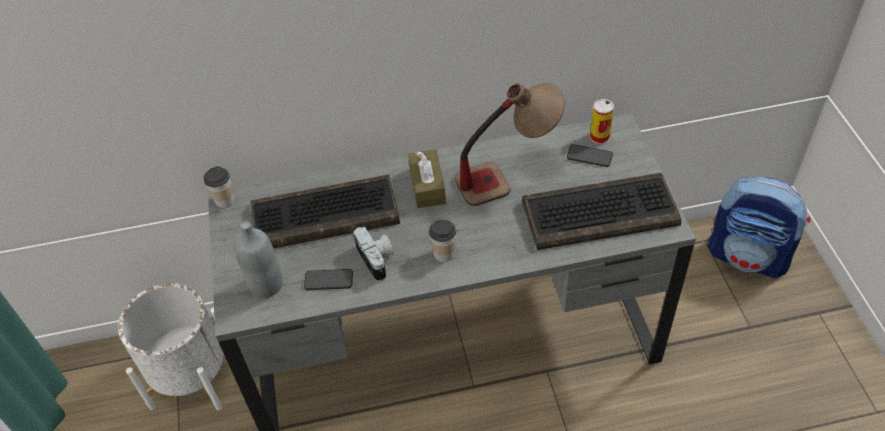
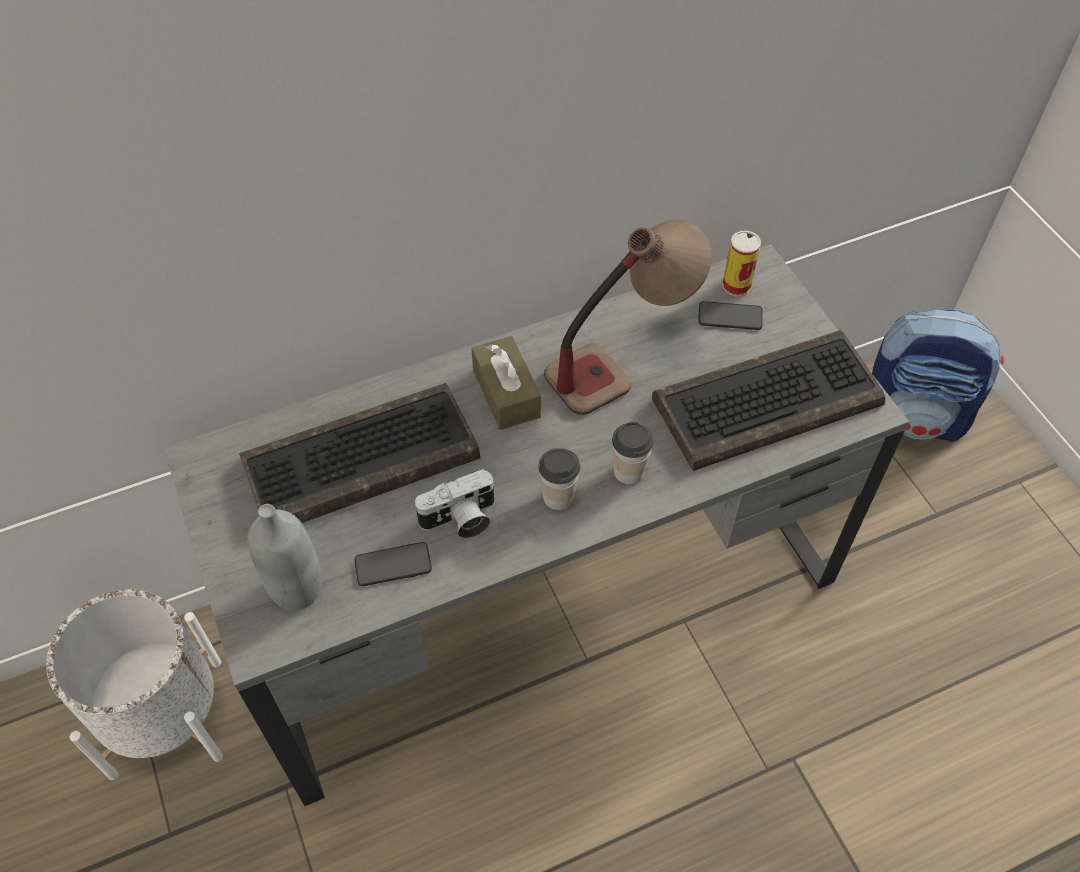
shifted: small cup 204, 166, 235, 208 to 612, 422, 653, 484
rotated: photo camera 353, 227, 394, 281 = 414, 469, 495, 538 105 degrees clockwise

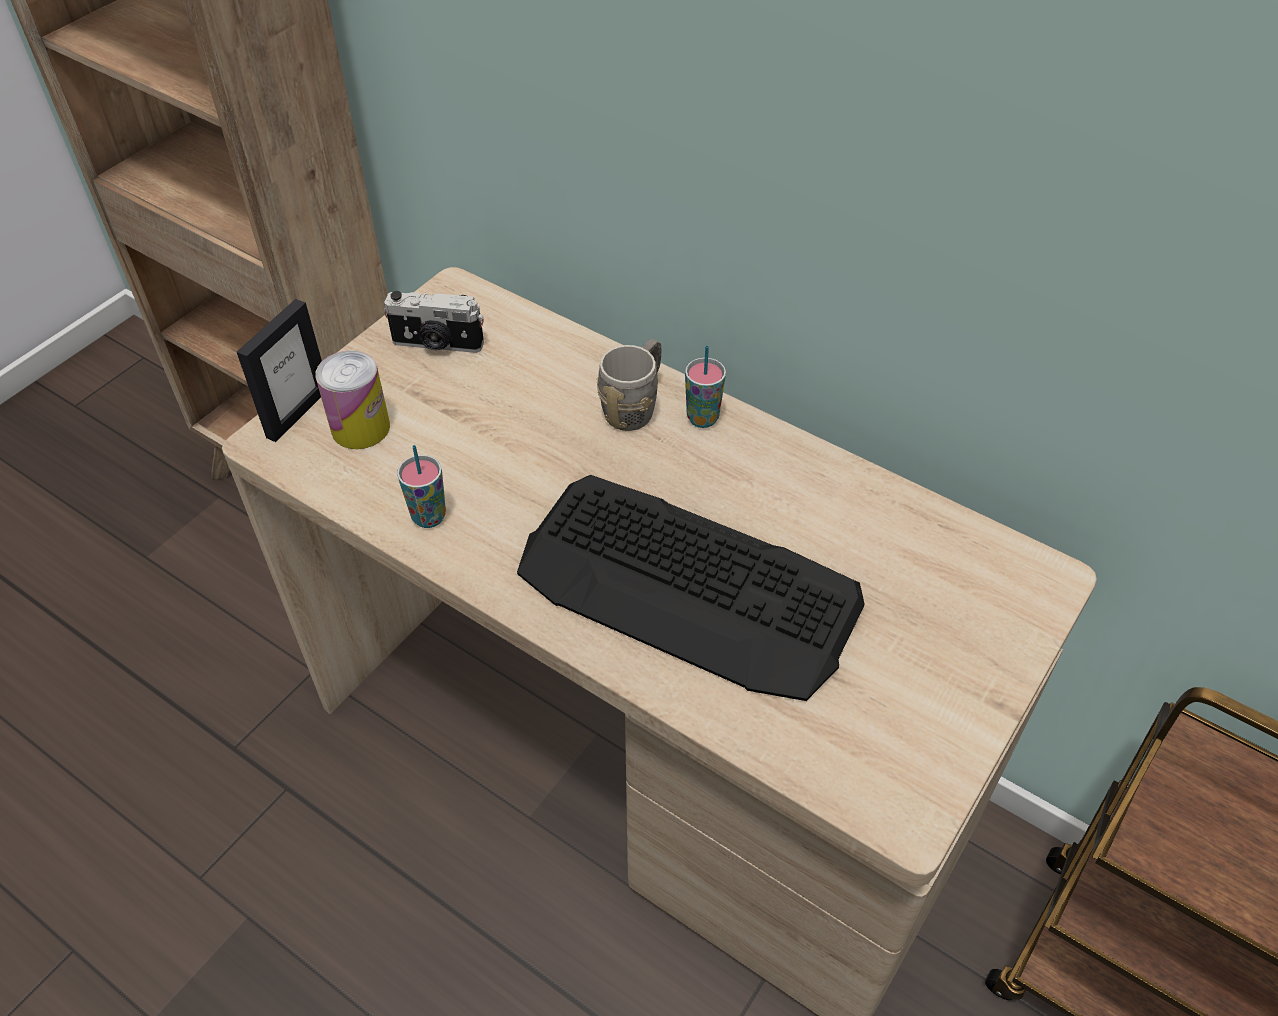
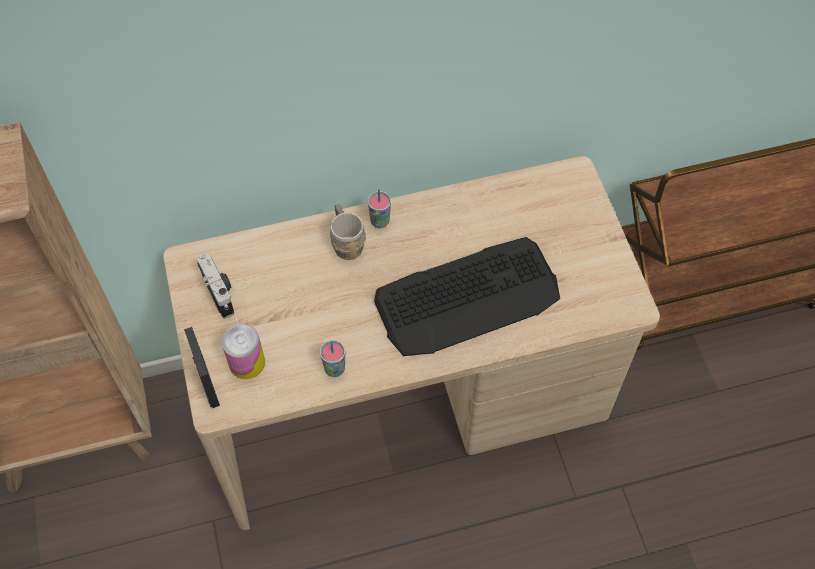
rotated: photo camera 384, 291, 484, 353 = 197, 254, 234, 319 75 degrees counterclockwise

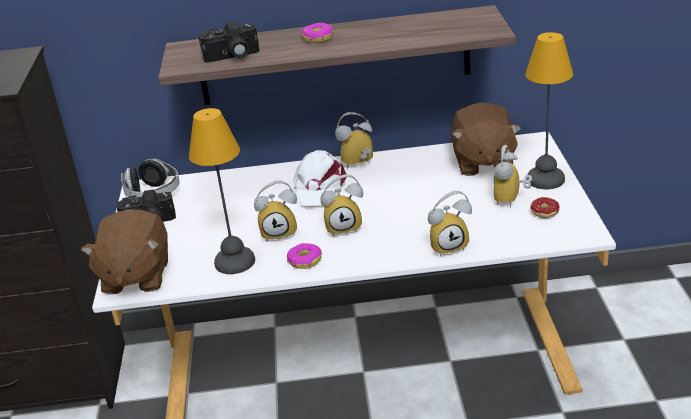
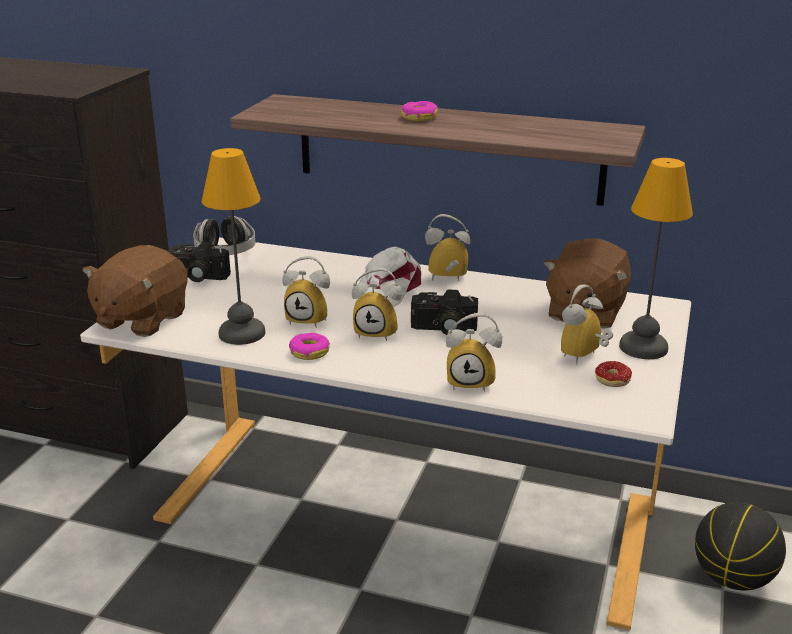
new: ball for basketball 695, 502, 786, 590
shifted: photo camera 198, 21, 259, 62 to 411, 289, 478, 335

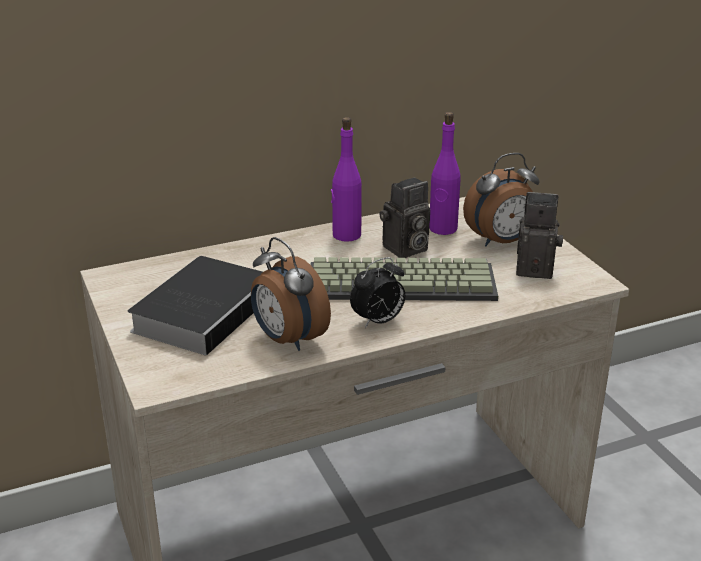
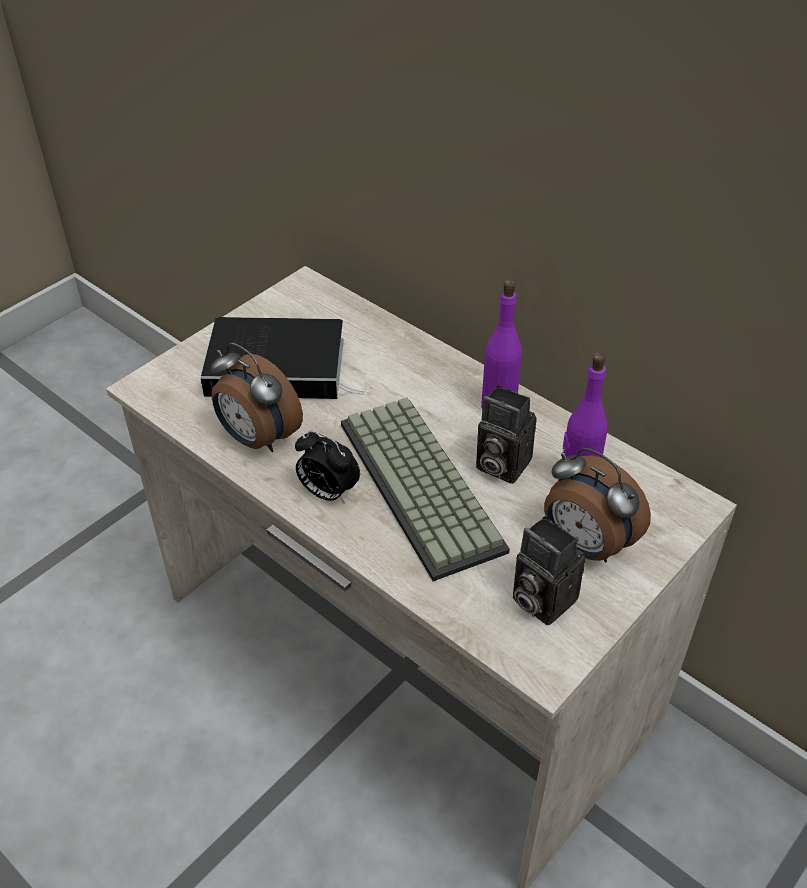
rotated: alarm clock 251, 237, 331, 351 = 211, 343, 303, 452 75 degrees counterclockwise; photo camera 516, 192, 563, 279 = 513, 516, 585, 625 150 degrees clockwise

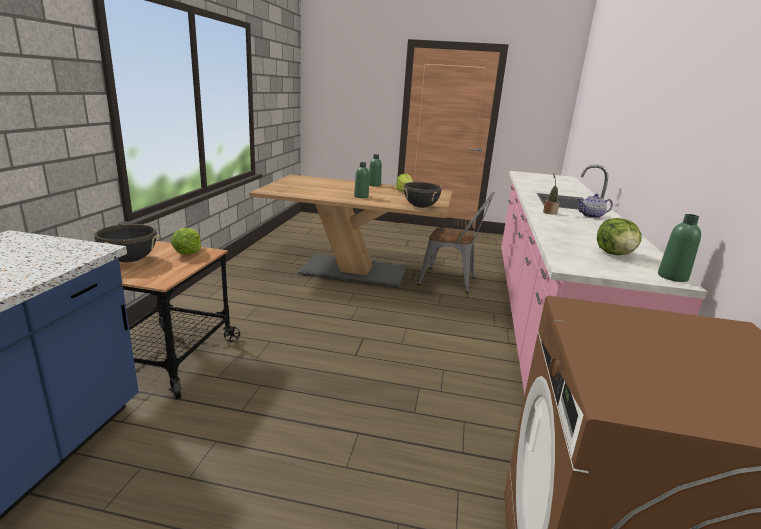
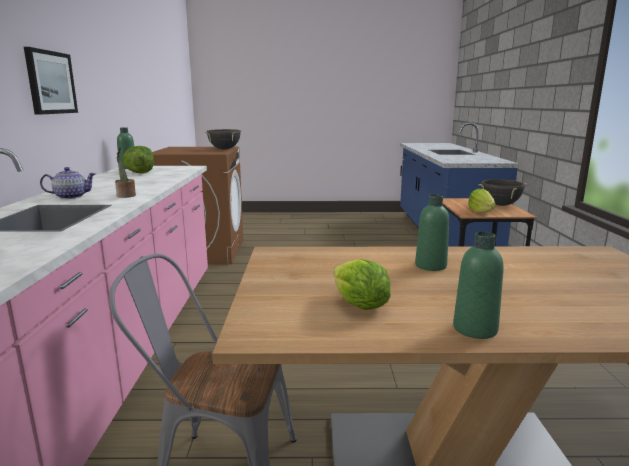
new: picture 24, 47, 78, 115
shifted: black-coloured cooking pot 402, 182, 442, 208 to 205, 129, 242, 150

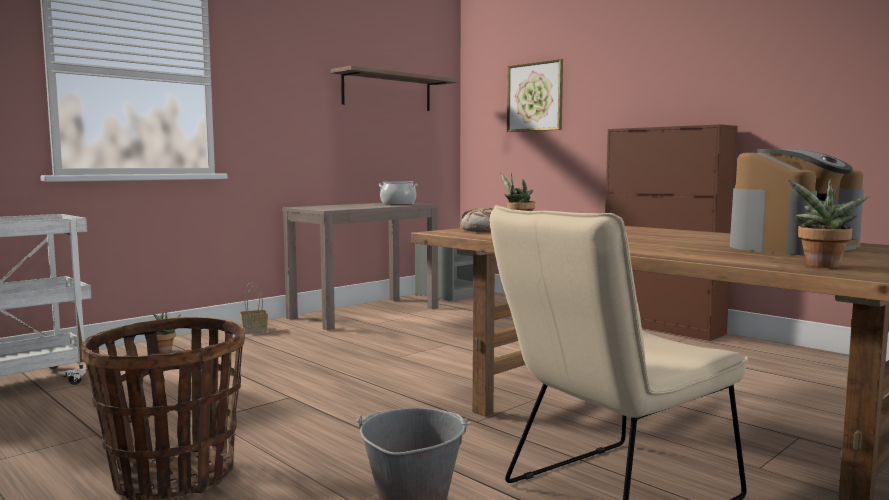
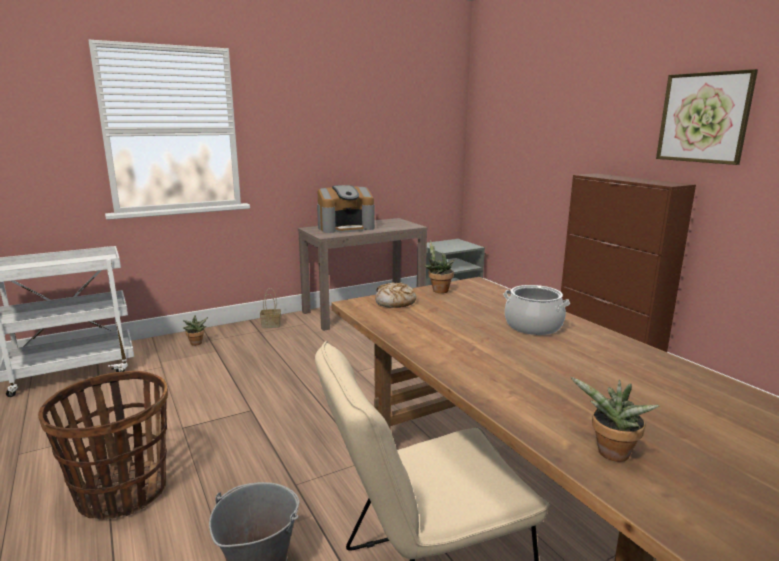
gone: wall shelf 331, 66, 458, 111
shifted: cooking pot 379, 181, 418, 205 to 503, 285, 570, 335; picture 507, 59, 563, 132 to 656, 69, 758, 165; coffee maker 730, 149, 864, 255 to 317, 185, 375, 233

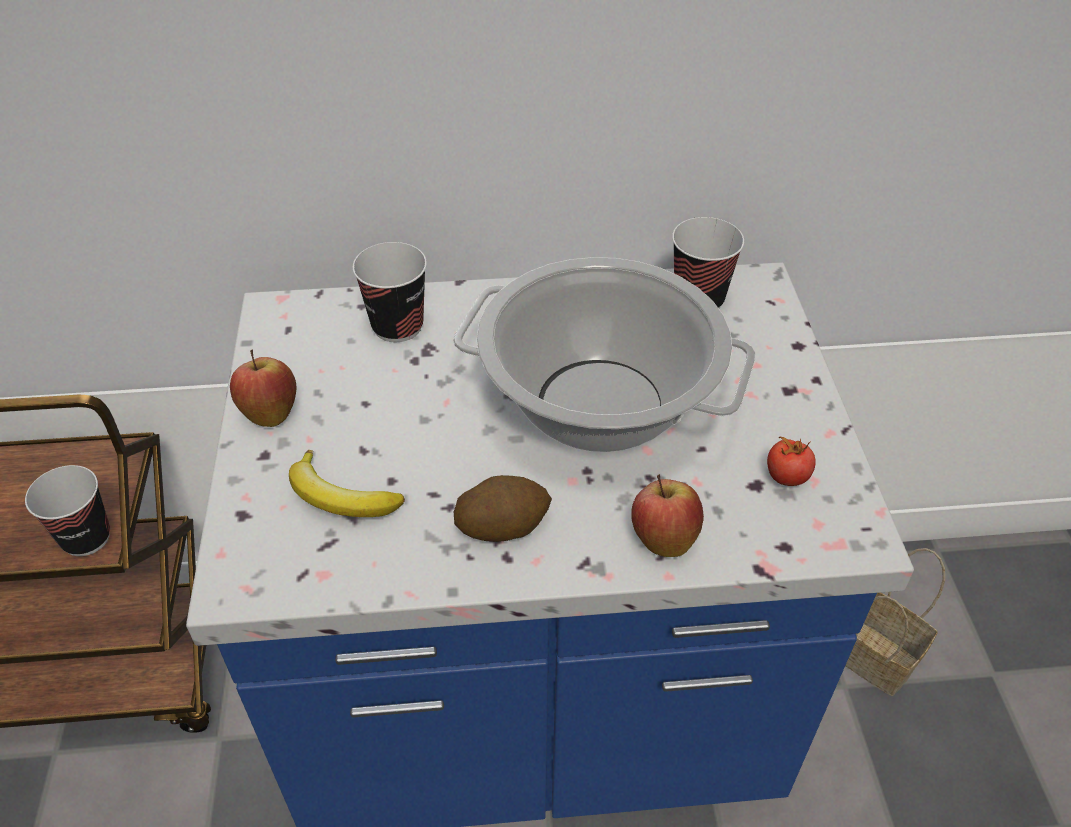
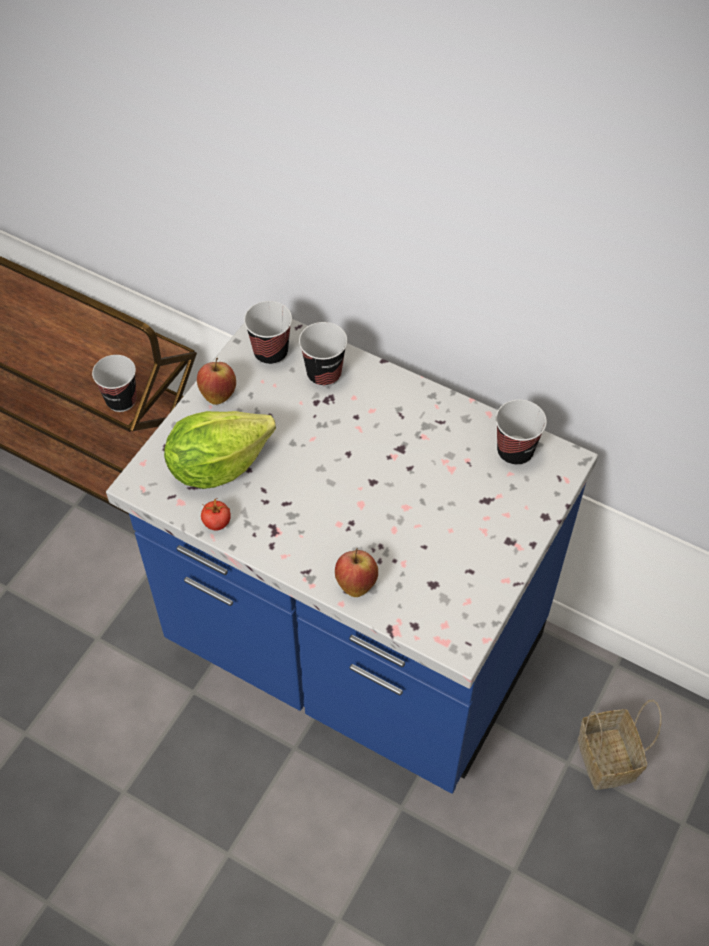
gone: cooking pot 453, 257, 755, 452; potato 454, 475, 552, 542
new: small cup 244, 301, 292, 365
shifted: whole tomato 767, 437, 816, 486 to 201, 498, 231, 531
swapped: whole banana 289, 450, 405, 517 to lettuce head 164, 411, 276, 489

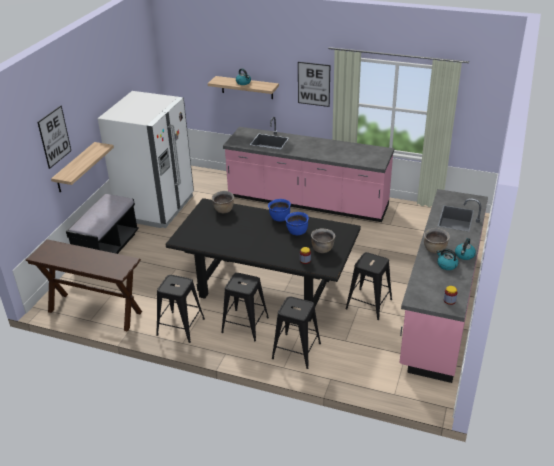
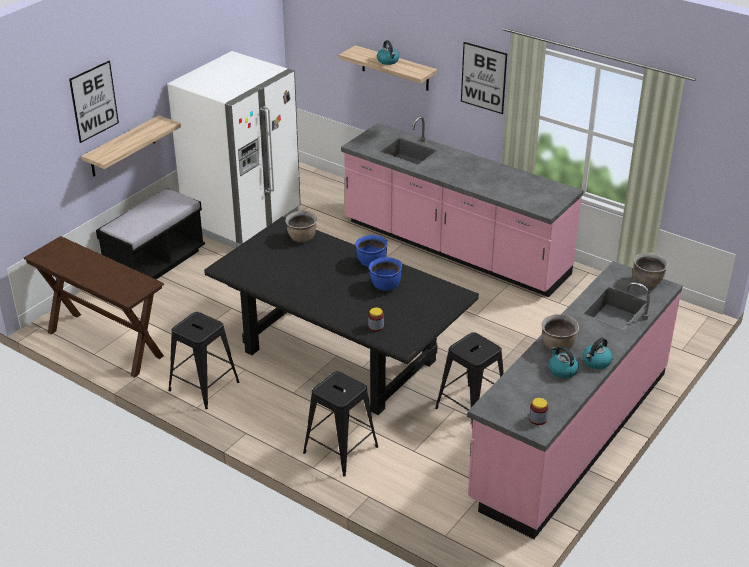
gone: black-coloured sitting stool 221, 273, 269, 341
shifted: brown cooking pot 311, 229, 335, 253 to 633, 253, 668, 287

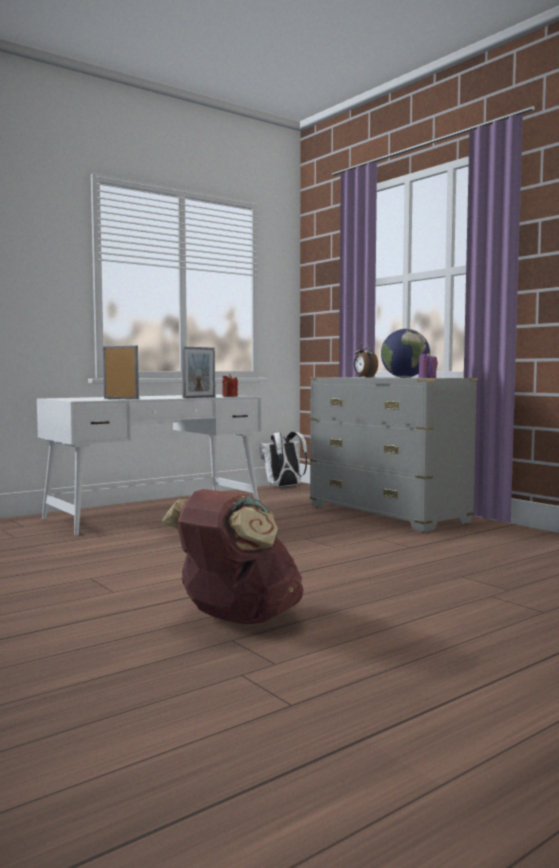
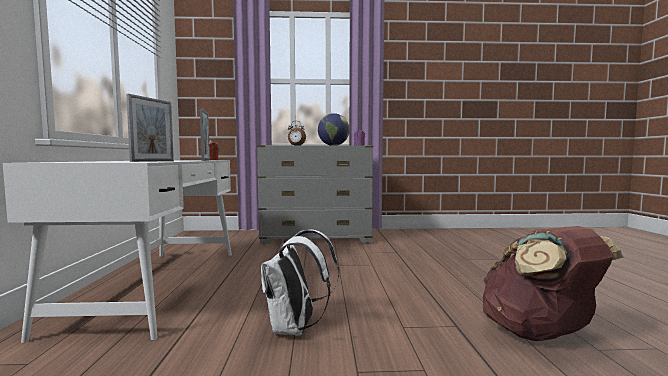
shifted: white knapsack 259, 432, 307, 487 to 261, 229, 339, 336
rotated: picture frame 103, 345, 139, 399 = 126, 94, 174, 162 135 degrees clockwise

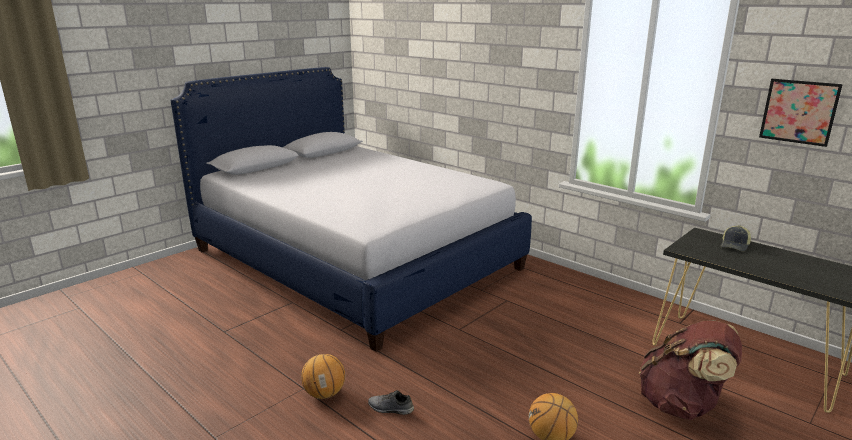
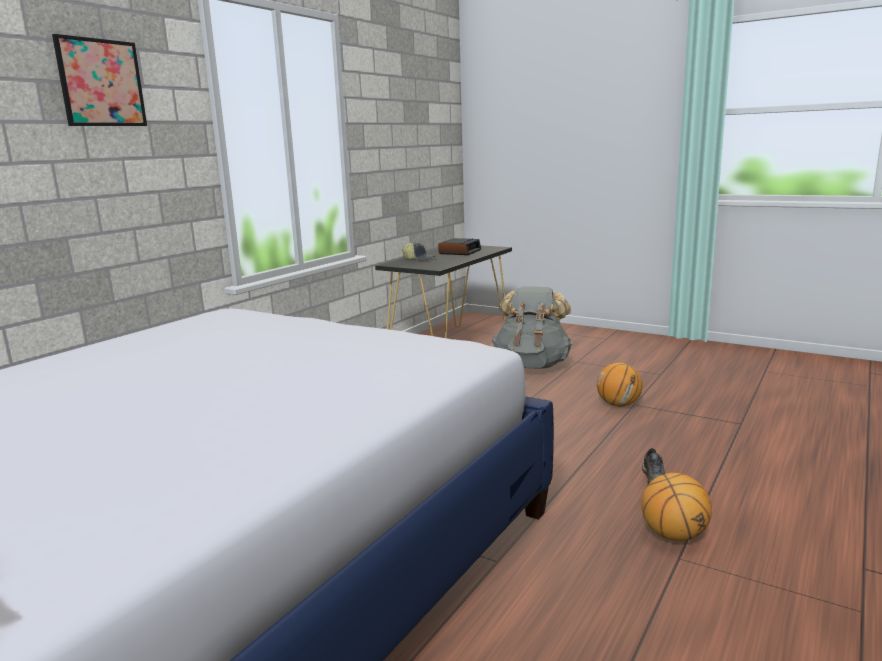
new: alarm clock 438, 238, 481, 255
shifted: picture 759, 79, 843, 147 to 52, 34, 147, 126
repainted: brown knapsack 639, 320, 742, 420 to greyish knapsack 492, 287, 572, 369

